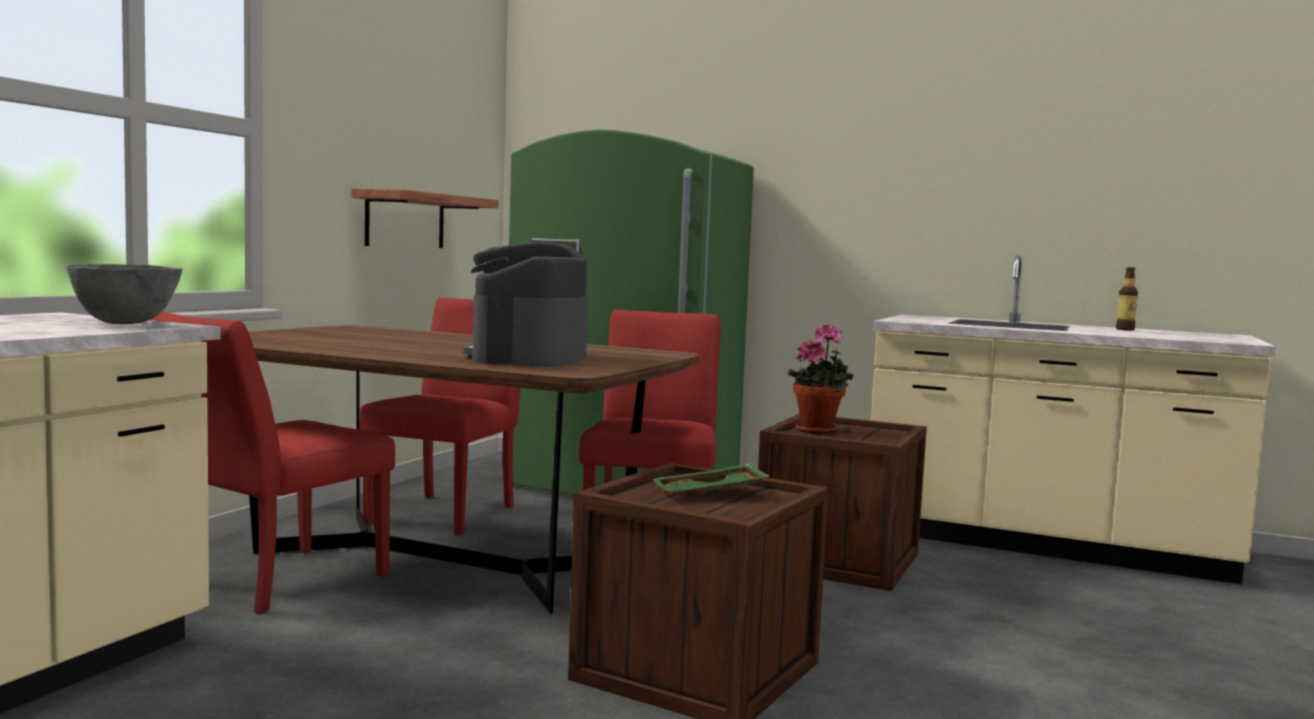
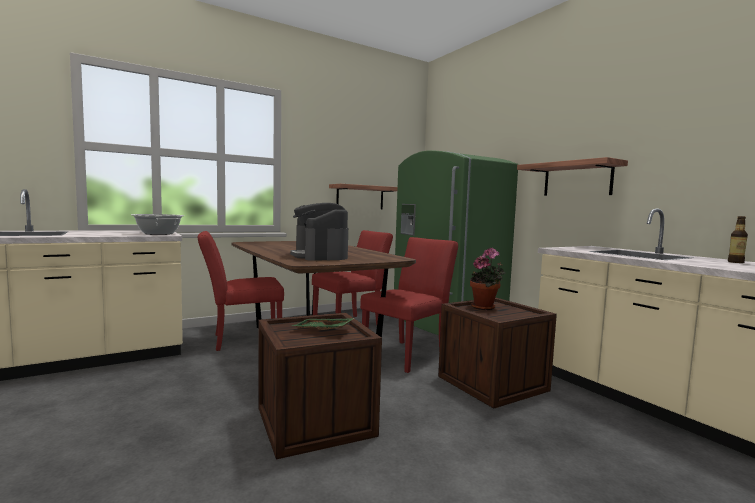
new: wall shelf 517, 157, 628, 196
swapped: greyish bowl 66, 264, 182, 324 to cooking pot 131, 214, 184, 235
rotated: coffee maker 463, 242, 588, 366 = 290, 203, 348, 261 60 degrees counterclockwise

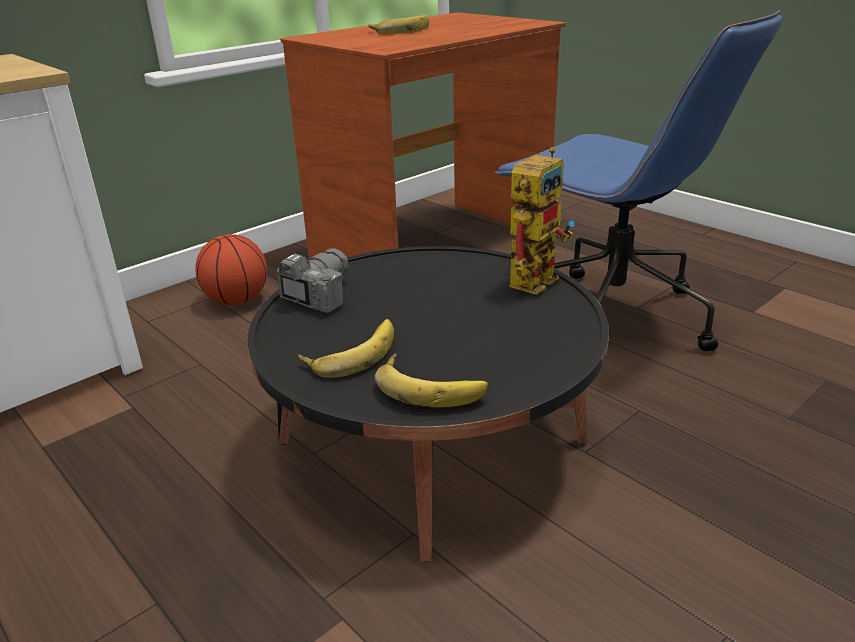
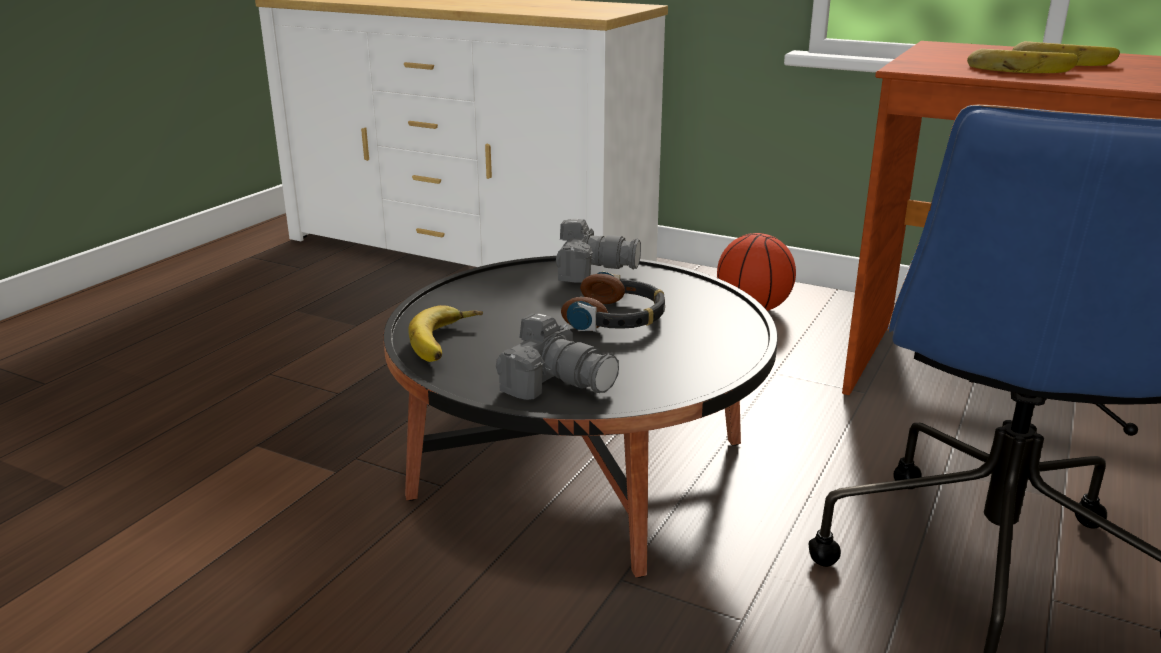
gone: model robot 509, 147, 575, 295
new: photo camera 496, 314, 619, 400; pair of headphones 561, 271, 665, 332
shifted: whole banana 298, 319, 394, 378 to 967, 49, 1078, 73

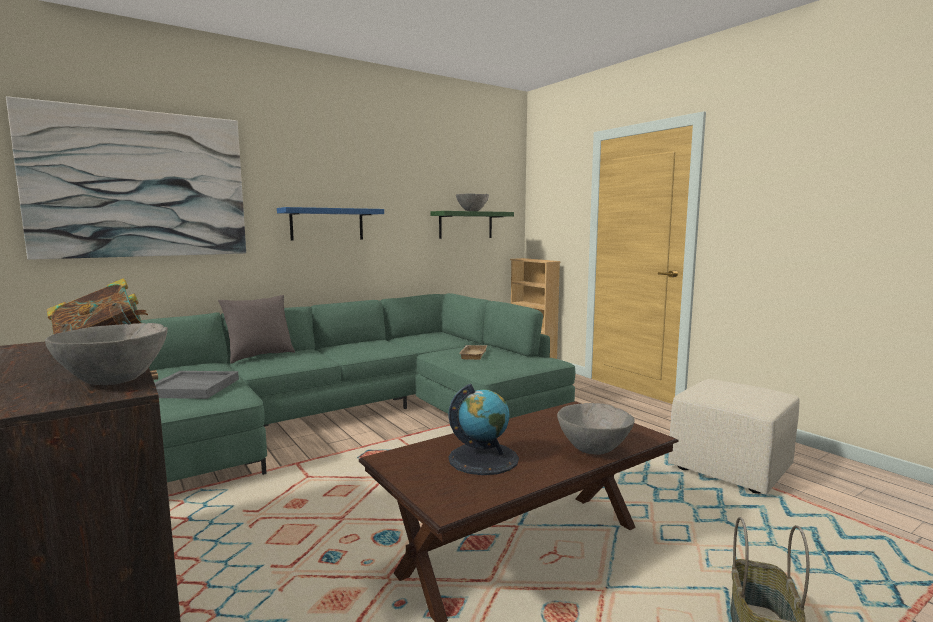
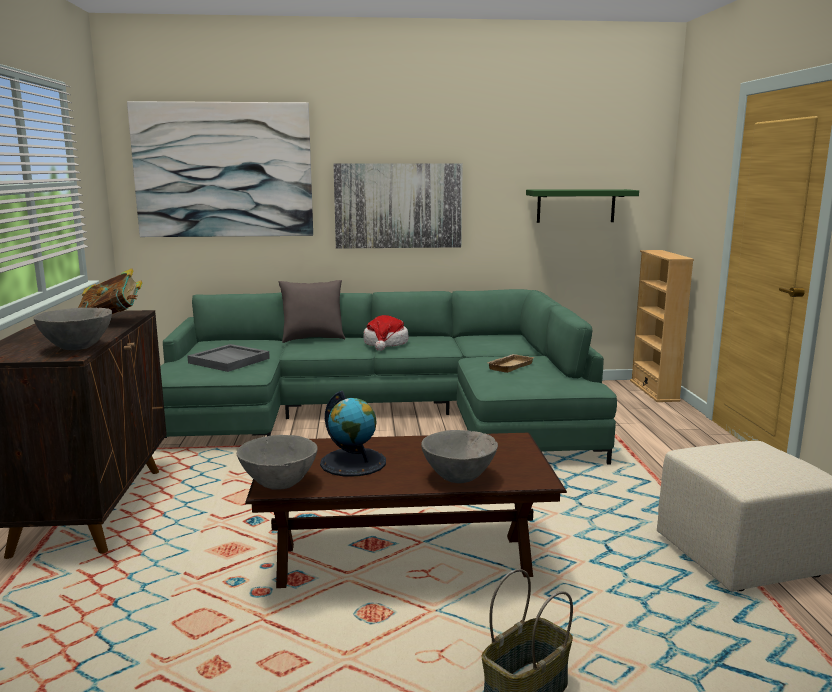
new: wearable hat 364, 315, 409, 351
shifted: greyish bowl 456, 193, 489, 211 to 236, 435, 318, 490
swapped: blue-coloured wall shelf 277, 207, 384, 241 to picture 333, 164, 463, 249

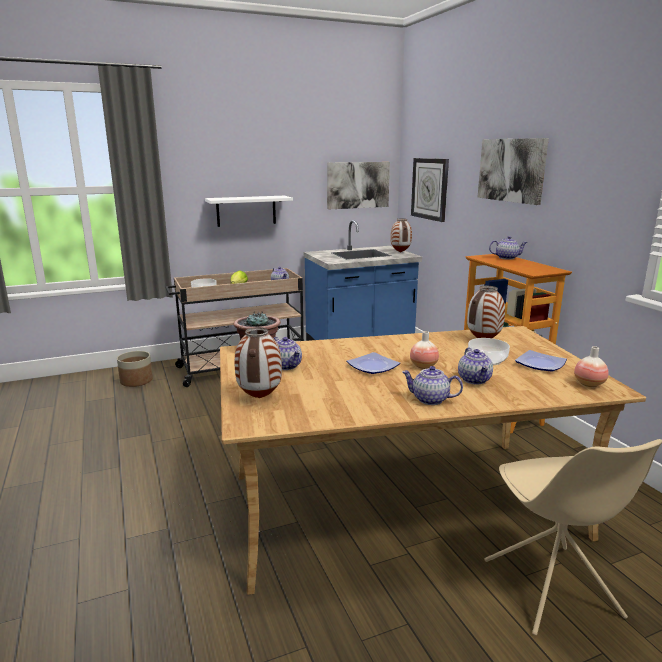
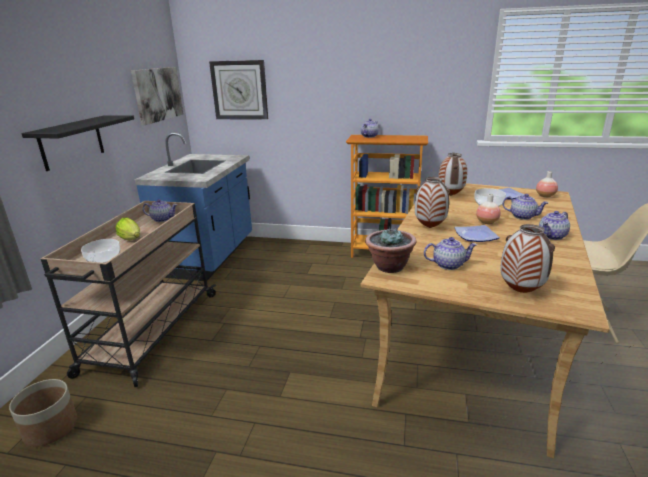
gone: picture 478, 138, 549, 205
shifted: flower vase 390, 219, 412, 252 to 415, 177, 450, 228
repainted: white wall shelf 205, 196, 293, 227 to black-coloured wall shelf 22, 115, 134, 171

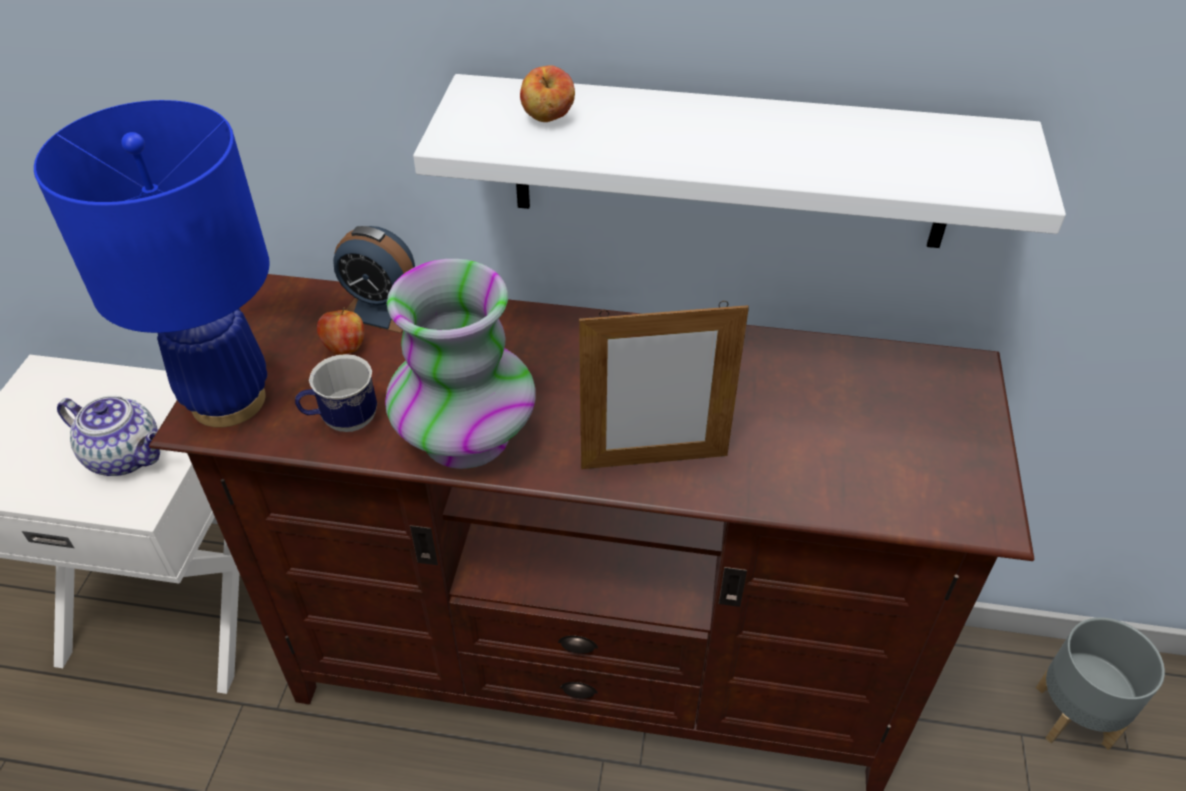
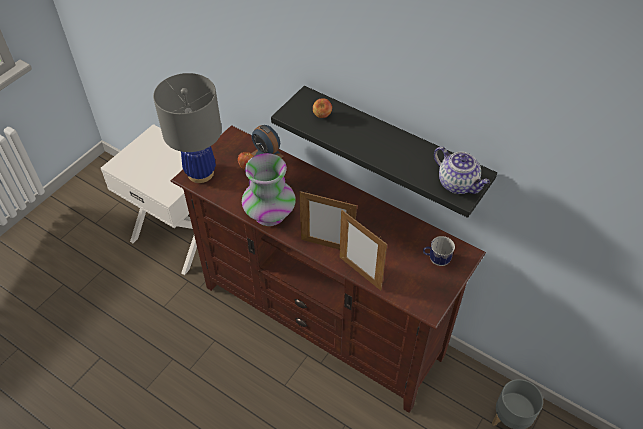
new: picture frame 340, 210, 387, 290
shifted: pot for tea 57, 395, 160, 476 to 434, 147, 490, 194; tea mug 295, 354, 377, 432 to 423, 236, 455, 266
repainted: blue-coloured tabletop lamp 34, 100, 270, 428 to greyish tabletop lamp 153, 73, 222, 183; white wall shelf 413, 74, 1066, 248 to black-coloured wall shelf 271, 86, 497, 218

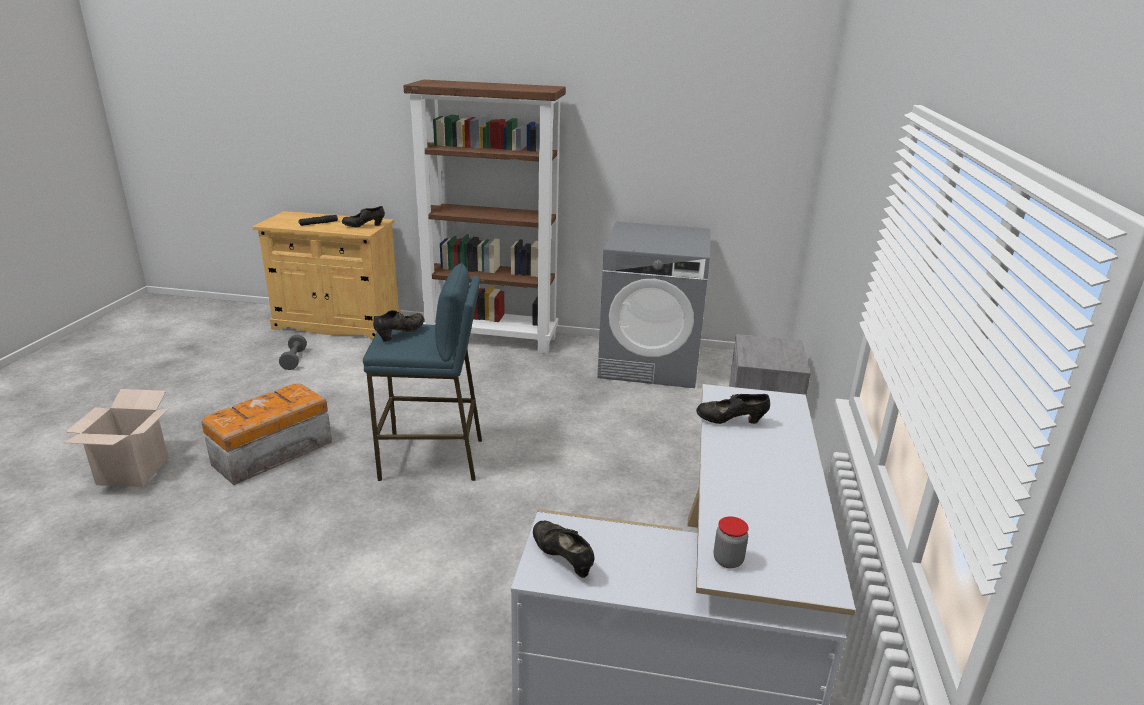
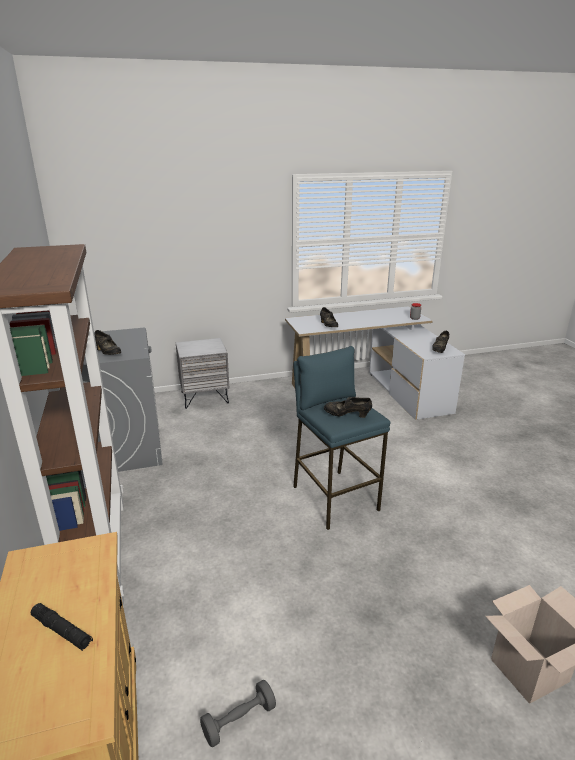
gone: storage bin 201, 384, 332, 485
shifted: black-coloured low shoe 342, 206, 385, 227 to 95, 330, 121, 355

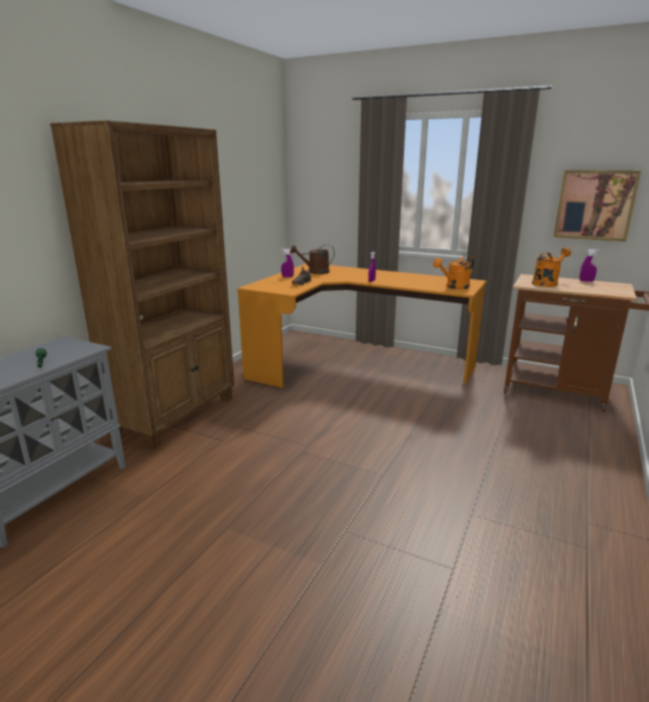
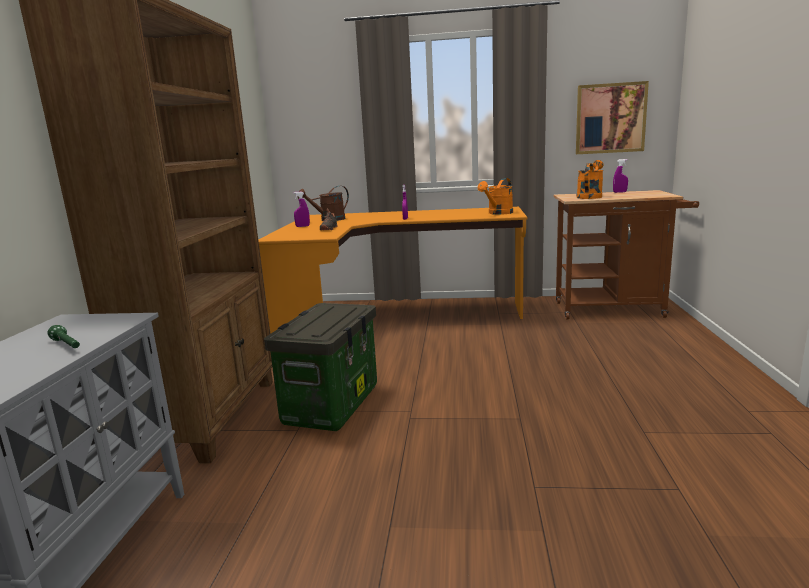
new: storage bin 264, 303, 377, 431

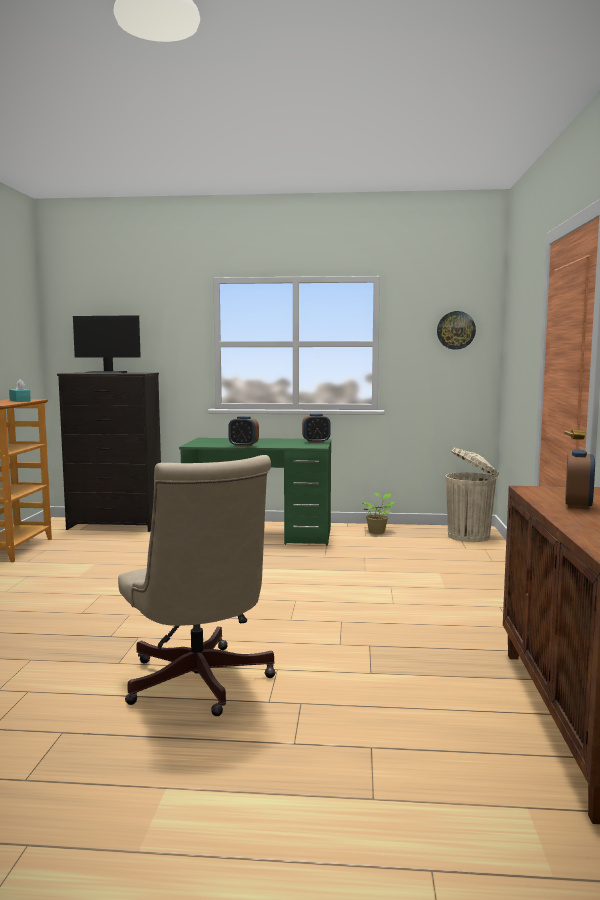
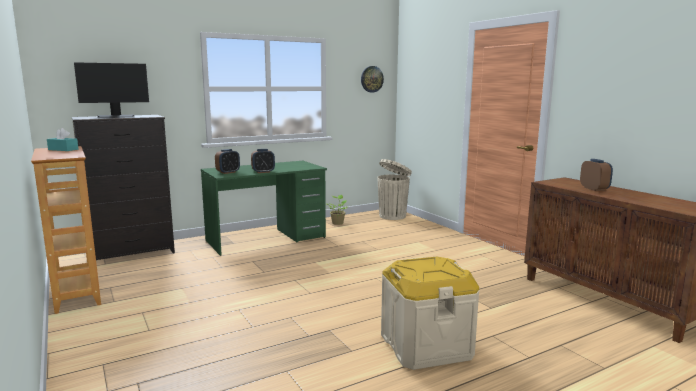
shifted: alarm clock 302, 414, 331, 443 to 215, 149, 240, 174
swapped: beige-coloured desk chair 118, 455, 276, 716 to beige-coloured storage bin 381, 257, 480, 370

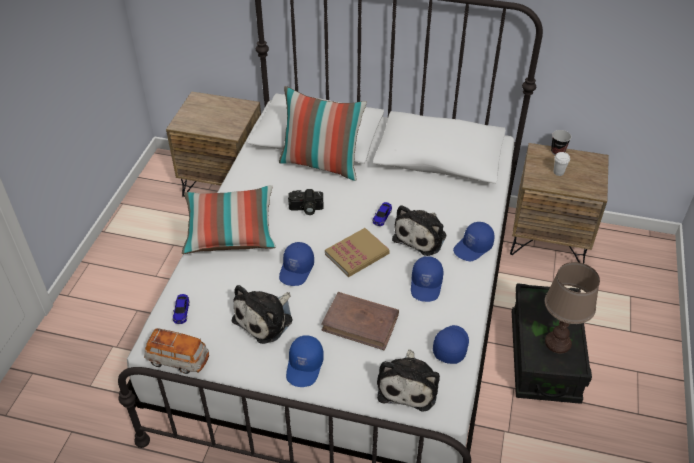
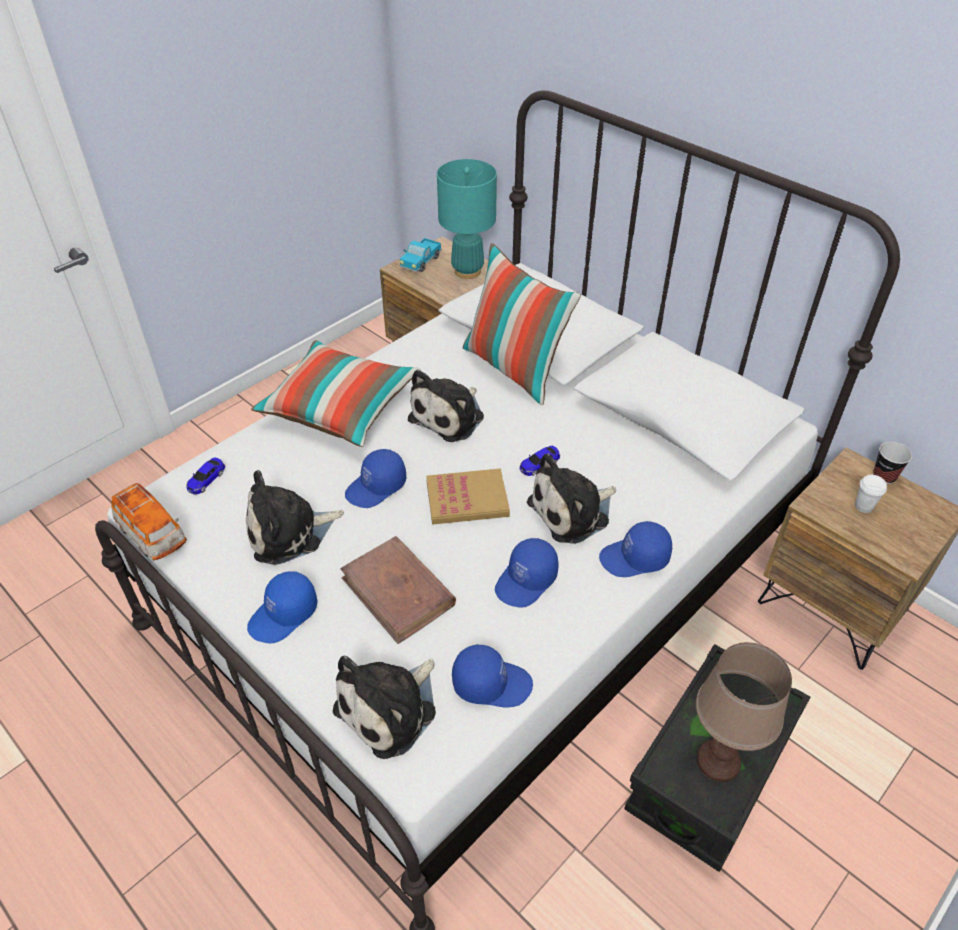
new: model truck 400, 238, 442, 272; blue-green tabletop lamp 437, 159, 497, 279
swapped: photo camera 288, 189, 323, 215 to soft toy 408, 370, 484, 442
rotated: blue-coloured cap 433, 325, 469, 364 = 452, 644, 533, 708 45 degrees clockwise

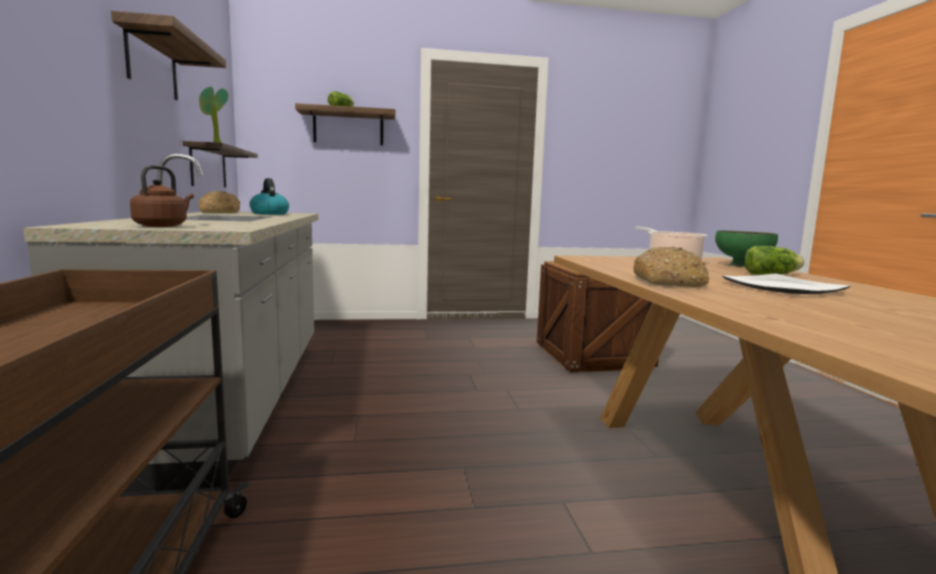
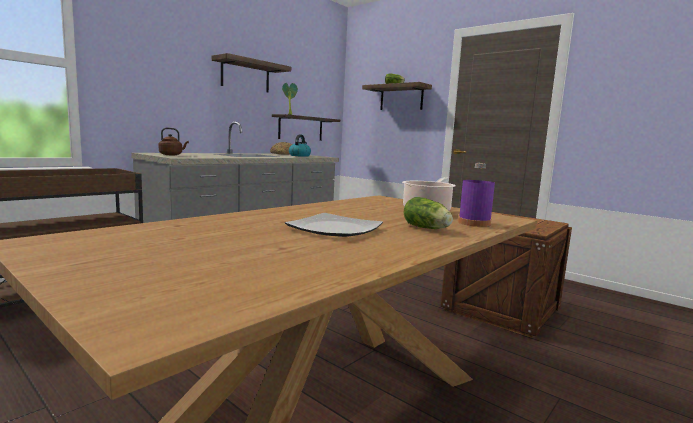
gone: baked bread 633, 247, 710, 287
swapped: green bowl 715, 231, 778, 267 to purplish beverage bottle 458, 163, 495, 227

